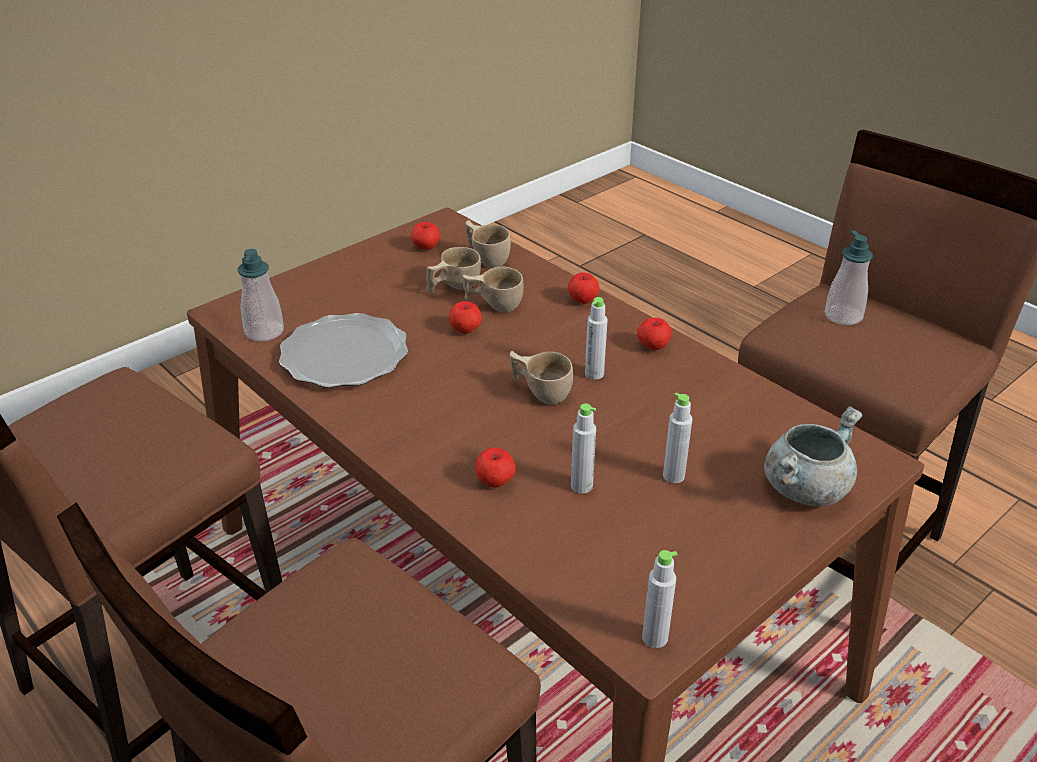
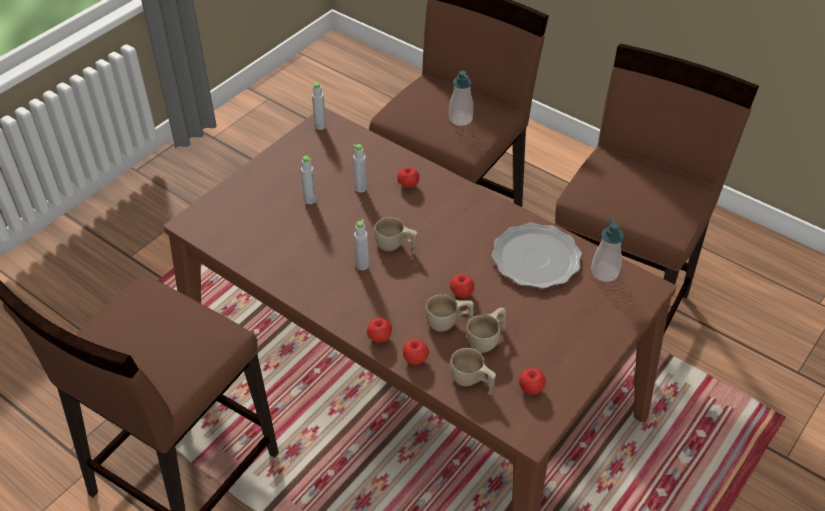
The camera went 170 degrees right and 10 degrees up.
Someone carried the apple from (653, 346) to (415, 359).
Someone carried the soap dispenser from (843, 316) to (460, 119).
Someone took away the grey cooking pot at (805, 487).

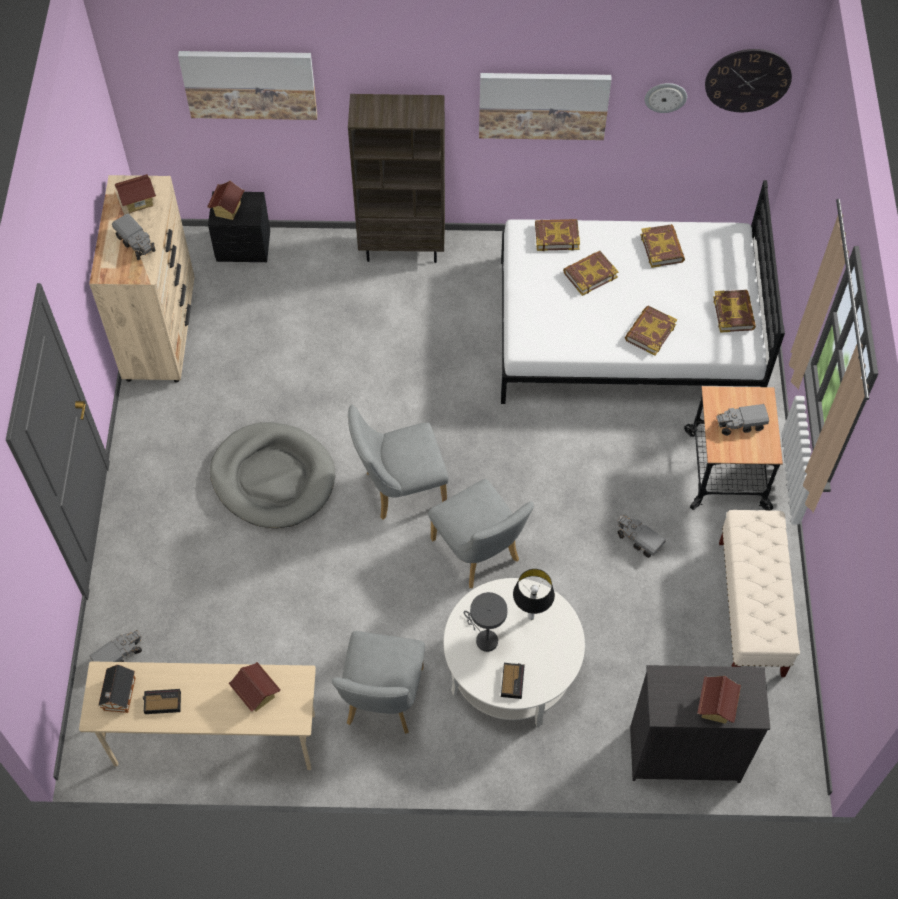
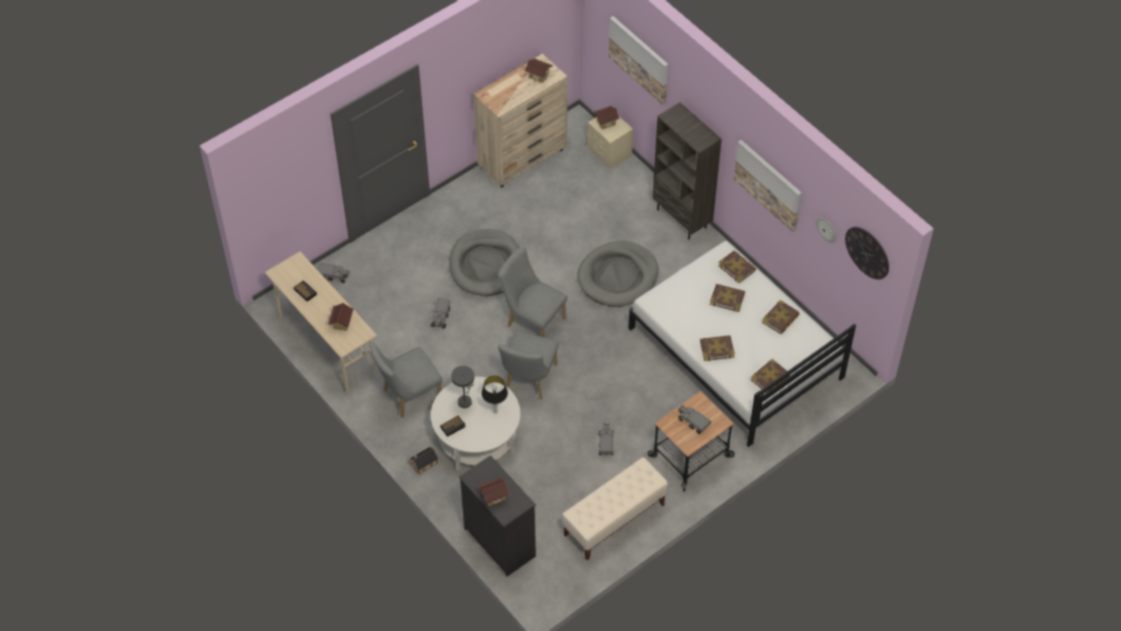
The camera went 50 degrees right and 5 degrees down.
Someone carried the toy house from (118, 696) to (423, 464).
Someone carried the toy truck from (136, 243) to (441, 318).
Someone put down the grey dog bed at (618, 276).
Someone repainted the black nightstand at (243, 246), which became the beige nightstand at (609, 152).

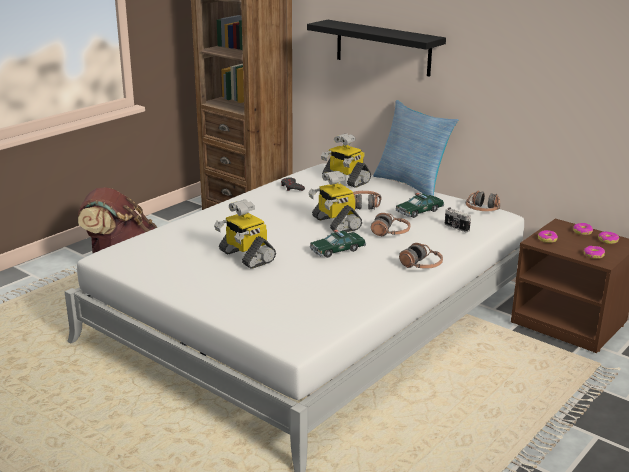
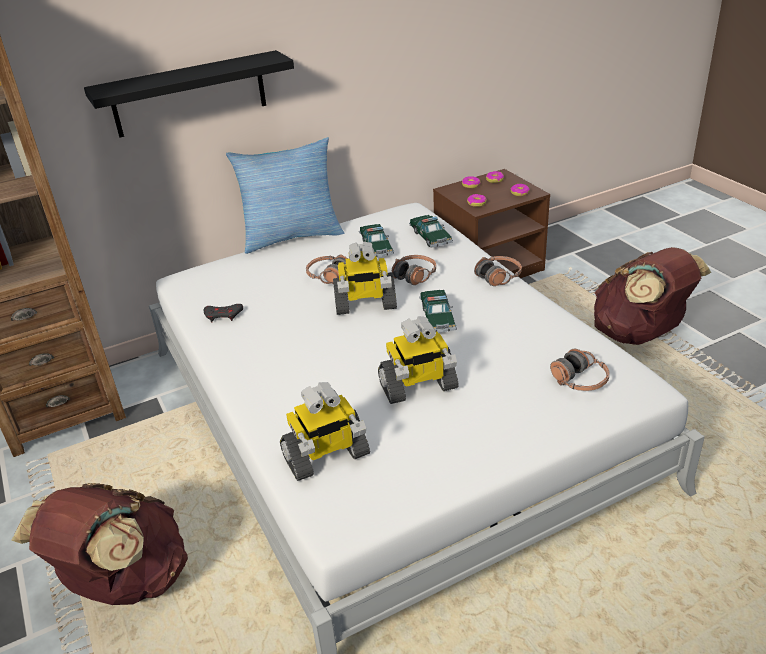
The camera went 65 degrees left and 10 degrees up.
Someone carried the toy robot from (345, 180) to (326, 456).
Someone swapped the photo camera at (456, 228) for the toy car at (430, 237).
Someone carried the headphones from (482, 210) to (579, 381).
Someone put down the brown backpack at (639, 335).

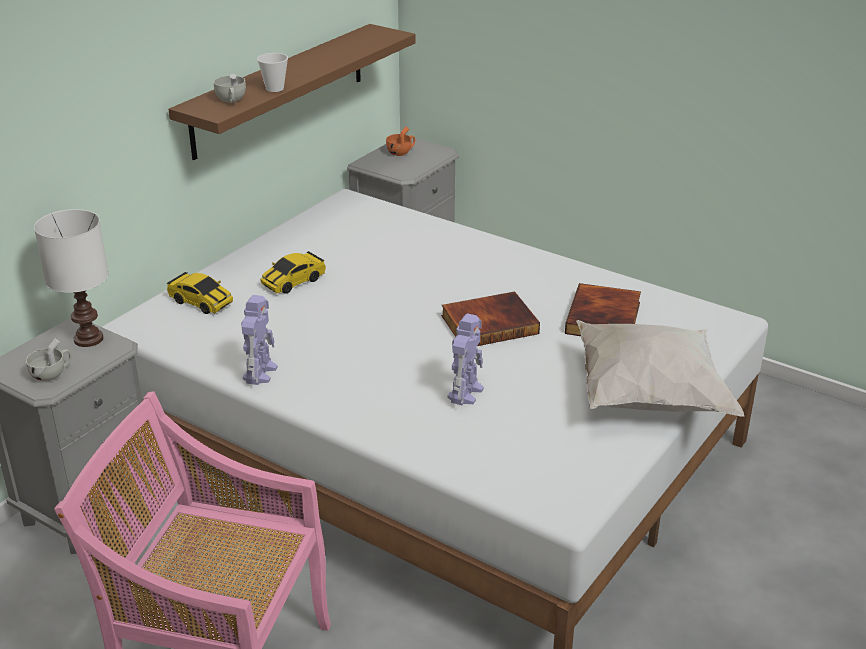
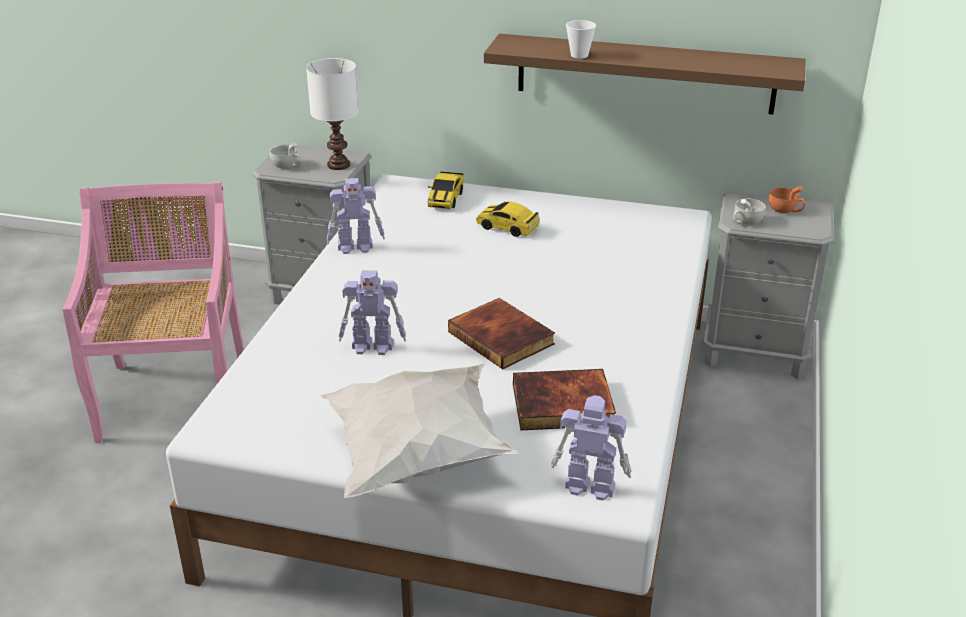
The camera went 70 degrees right and 0 degrees up.
Someone put down the toy robot at (588, 486).
Someone carried the white cup from (231, 100) to (745, 222).

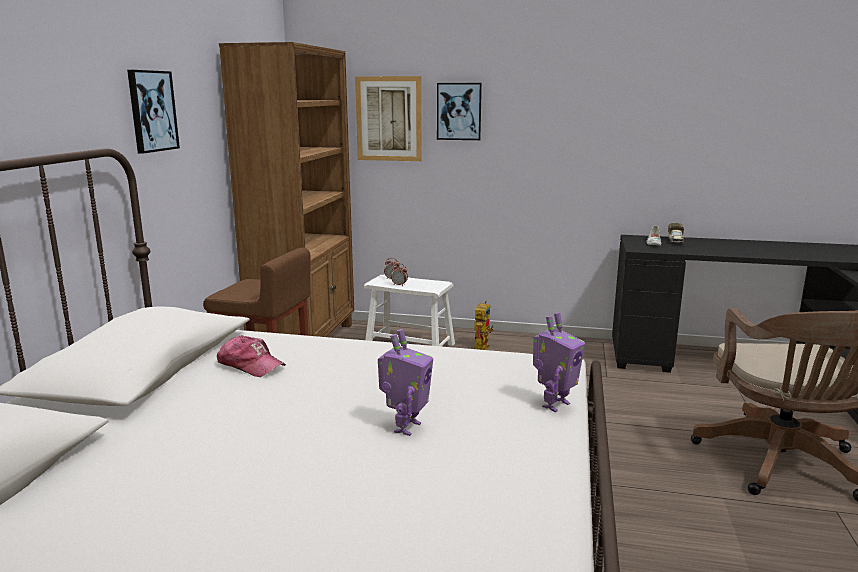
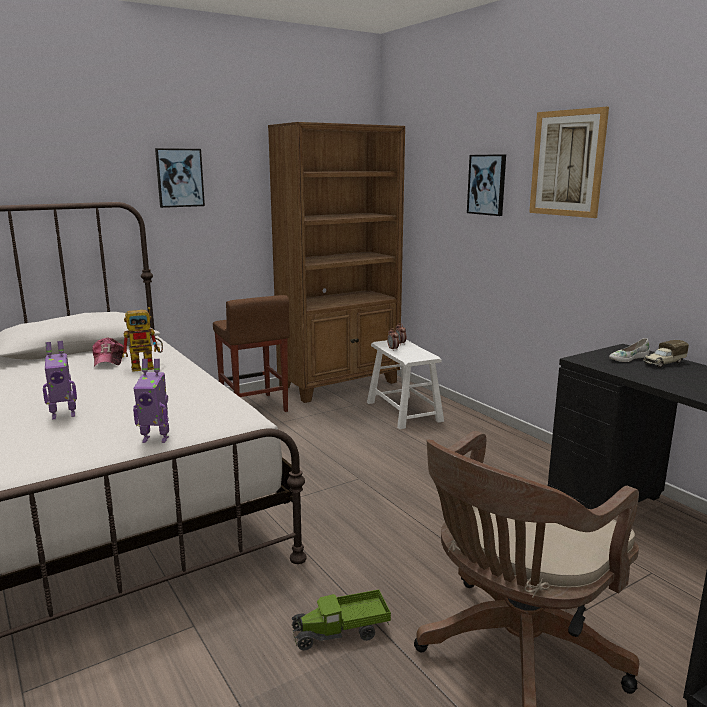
The camera went 45 degrees right and 0 degrees up.
Someone carried the toy robot from (481, 345) to (148, 367).
Someone put down the toy truck at (341, 632).
Someone carried the picture from (389, 119) to (567, 163).

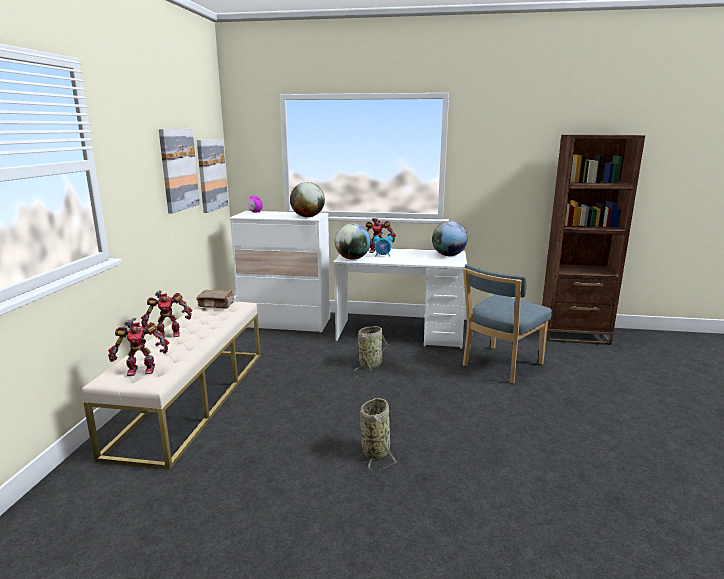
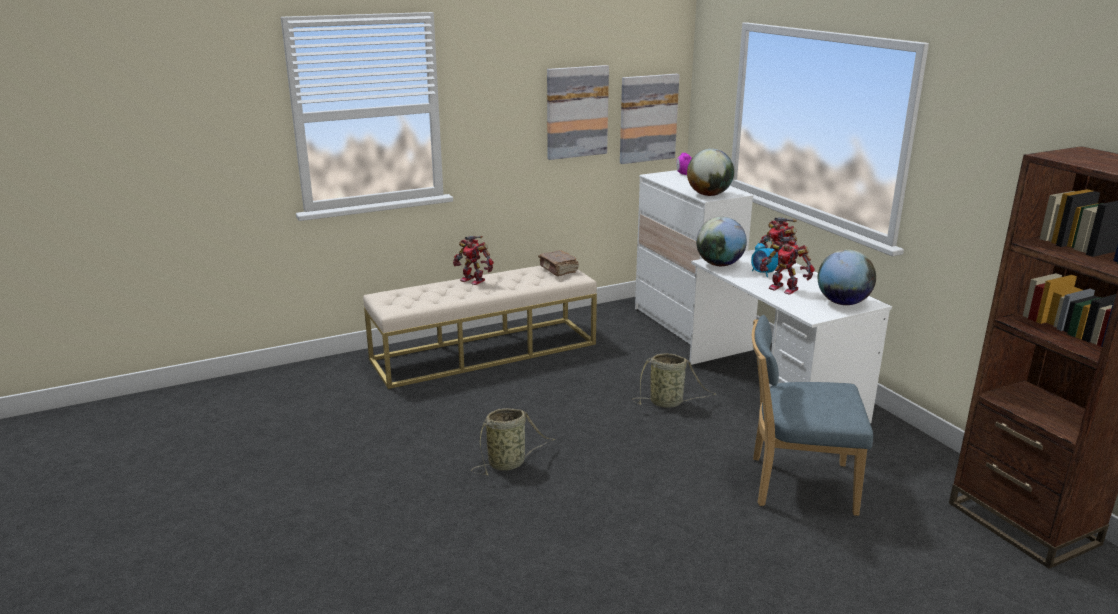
The camera went 55 degrees right and 5 degrees up.
Someone carried the toy robot from (141, 369) to (784, 288).

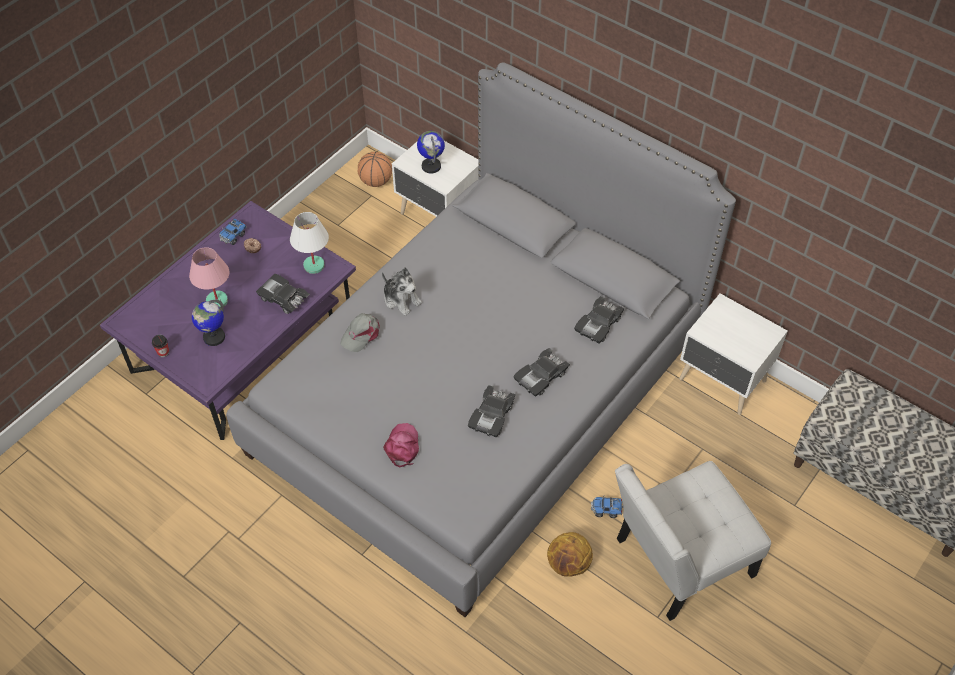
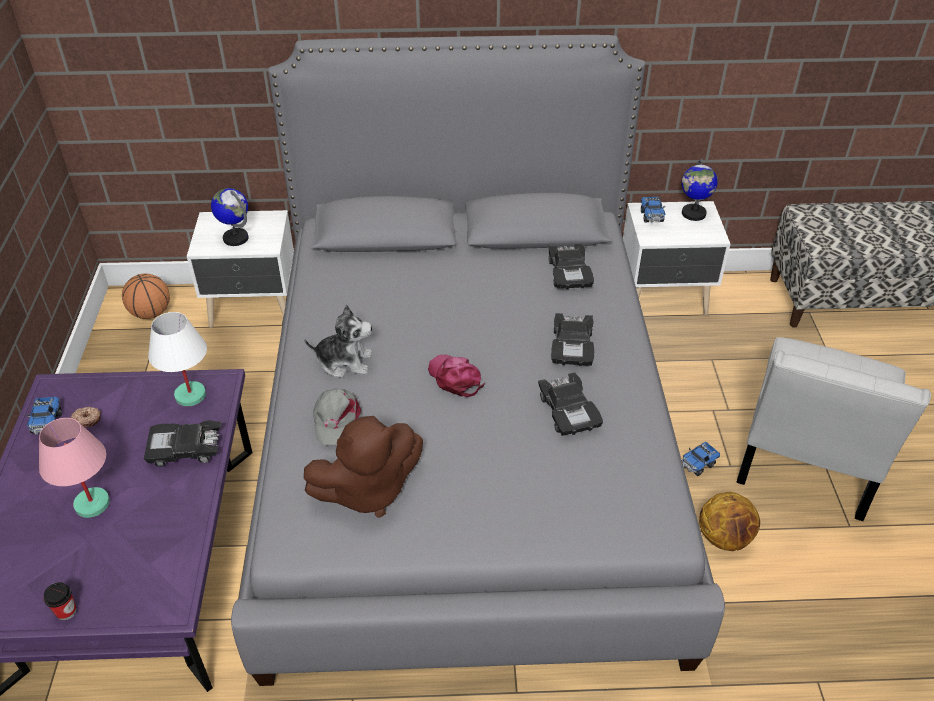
The camera went 40 degrees left and 10 degrees down.
Someone put down the brown plush toy at (367, 490).
Someone carried the pink cap from (402, 446) to (455, 378).
Someone put down the toy truck at (651, 216).
Someone carried the globe from (213, 337) to (693, 214).

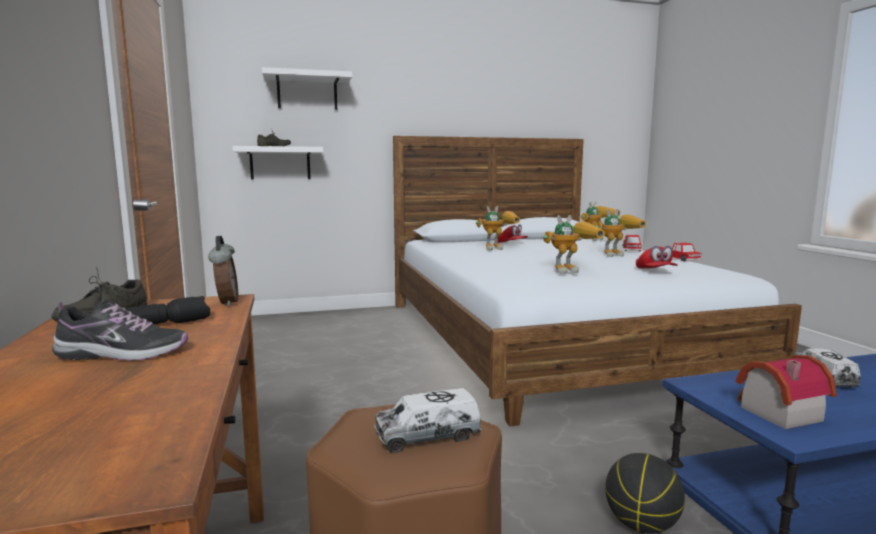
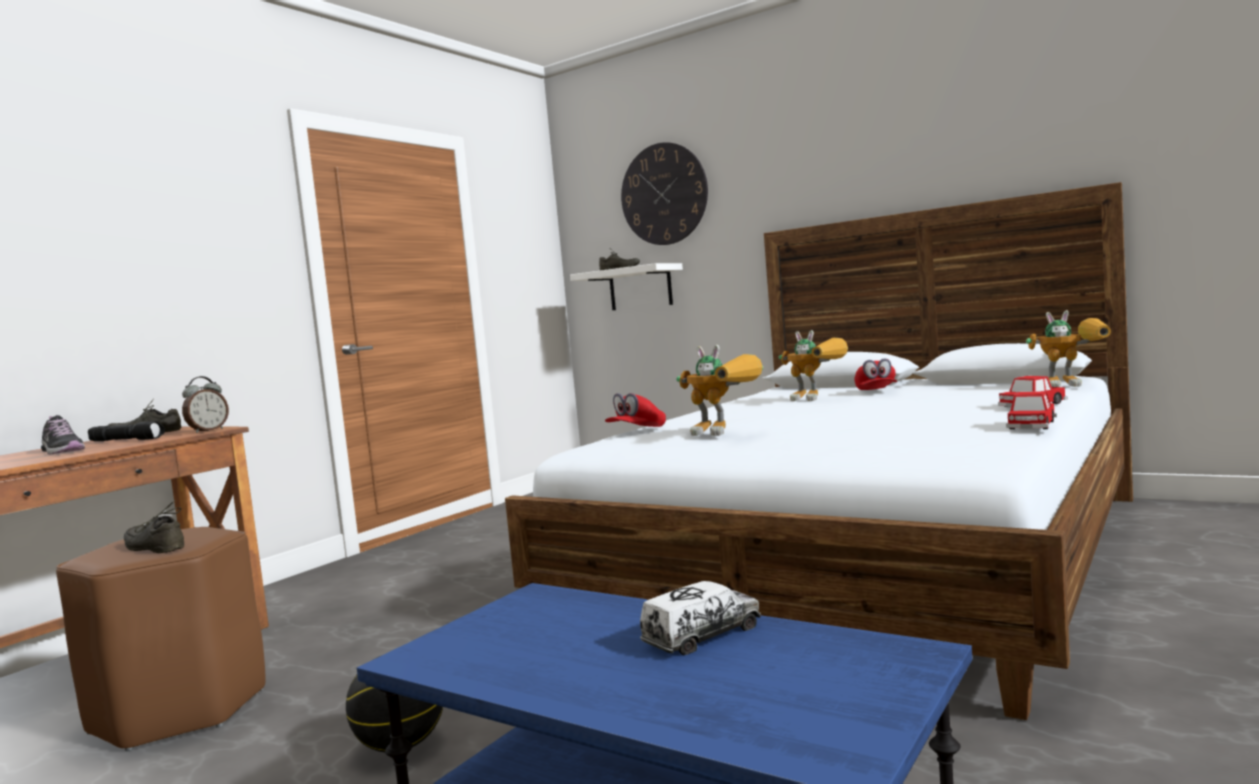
The camera went 50 degrees right and 5 degrees down.
Someone swapped the toy truck at (427, 436) for the grey shoe at (157, 546).
Someone carried the red cap from (655, 271) to (636, 431).
Someone swapped the white shelf at (307, 92) for the wall clock at (664, 194).
Someone took away the toy robot at (617, 254).
Someone took away the toy house at (775, 412).

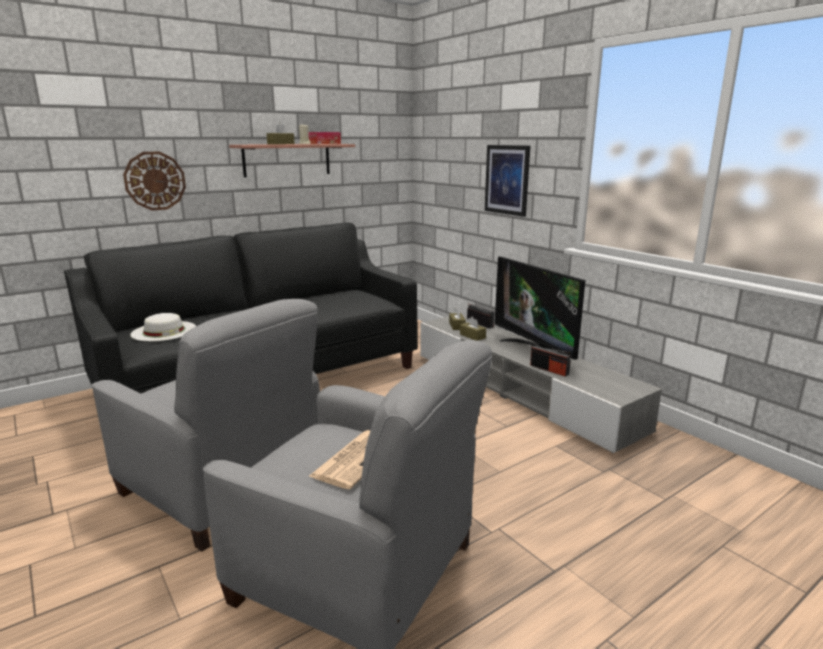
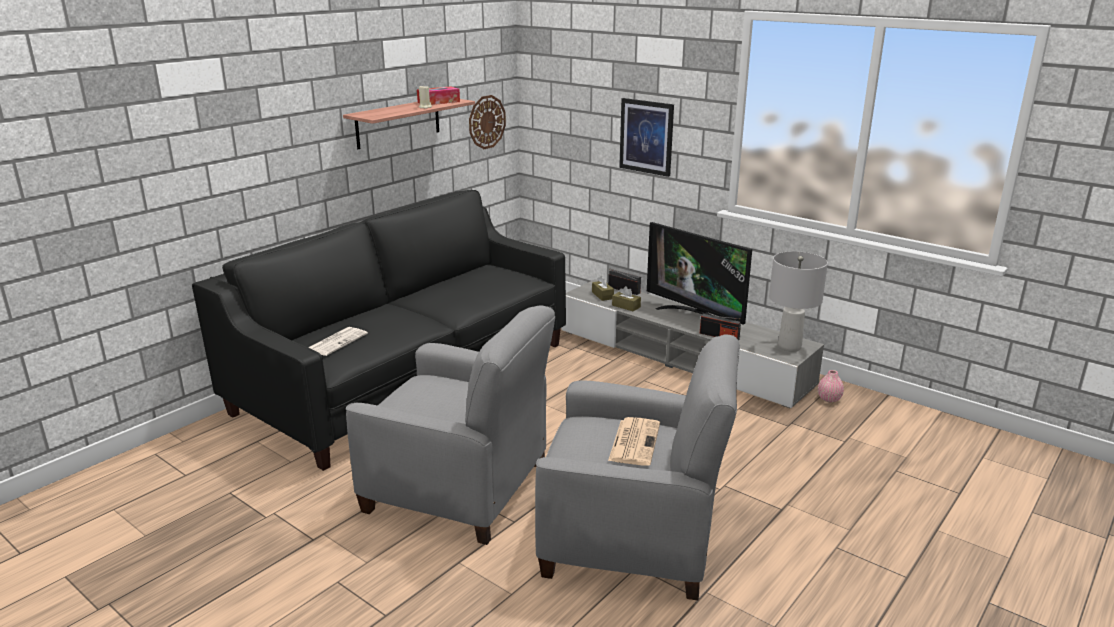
The camera went 15 degrees left and 5 degrees up.
Someone swapped the white hat at (164, 331) for the newspaper at (337, 341).
Someone carried the wall clock from (155, 181) to (486, 122).
Someone put down the grey table lamp at (789, 347).
Someone put down the pink vase at (829, 399).
Someone took away the brown tissue box at (281, 144).

